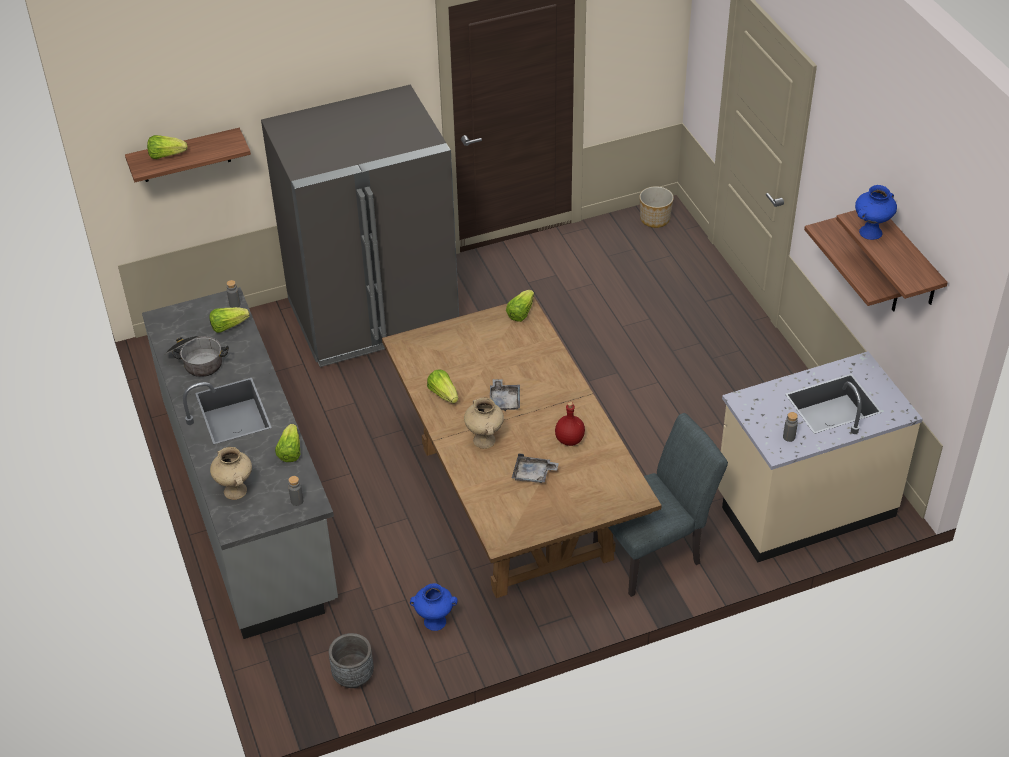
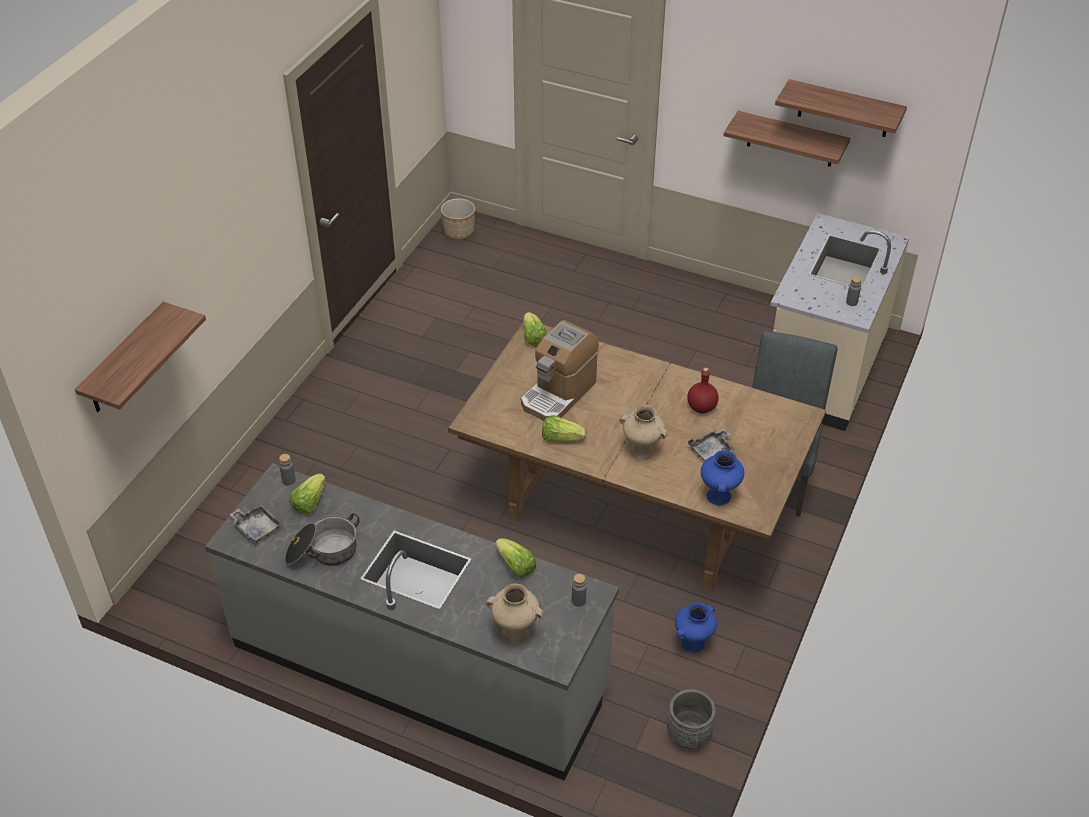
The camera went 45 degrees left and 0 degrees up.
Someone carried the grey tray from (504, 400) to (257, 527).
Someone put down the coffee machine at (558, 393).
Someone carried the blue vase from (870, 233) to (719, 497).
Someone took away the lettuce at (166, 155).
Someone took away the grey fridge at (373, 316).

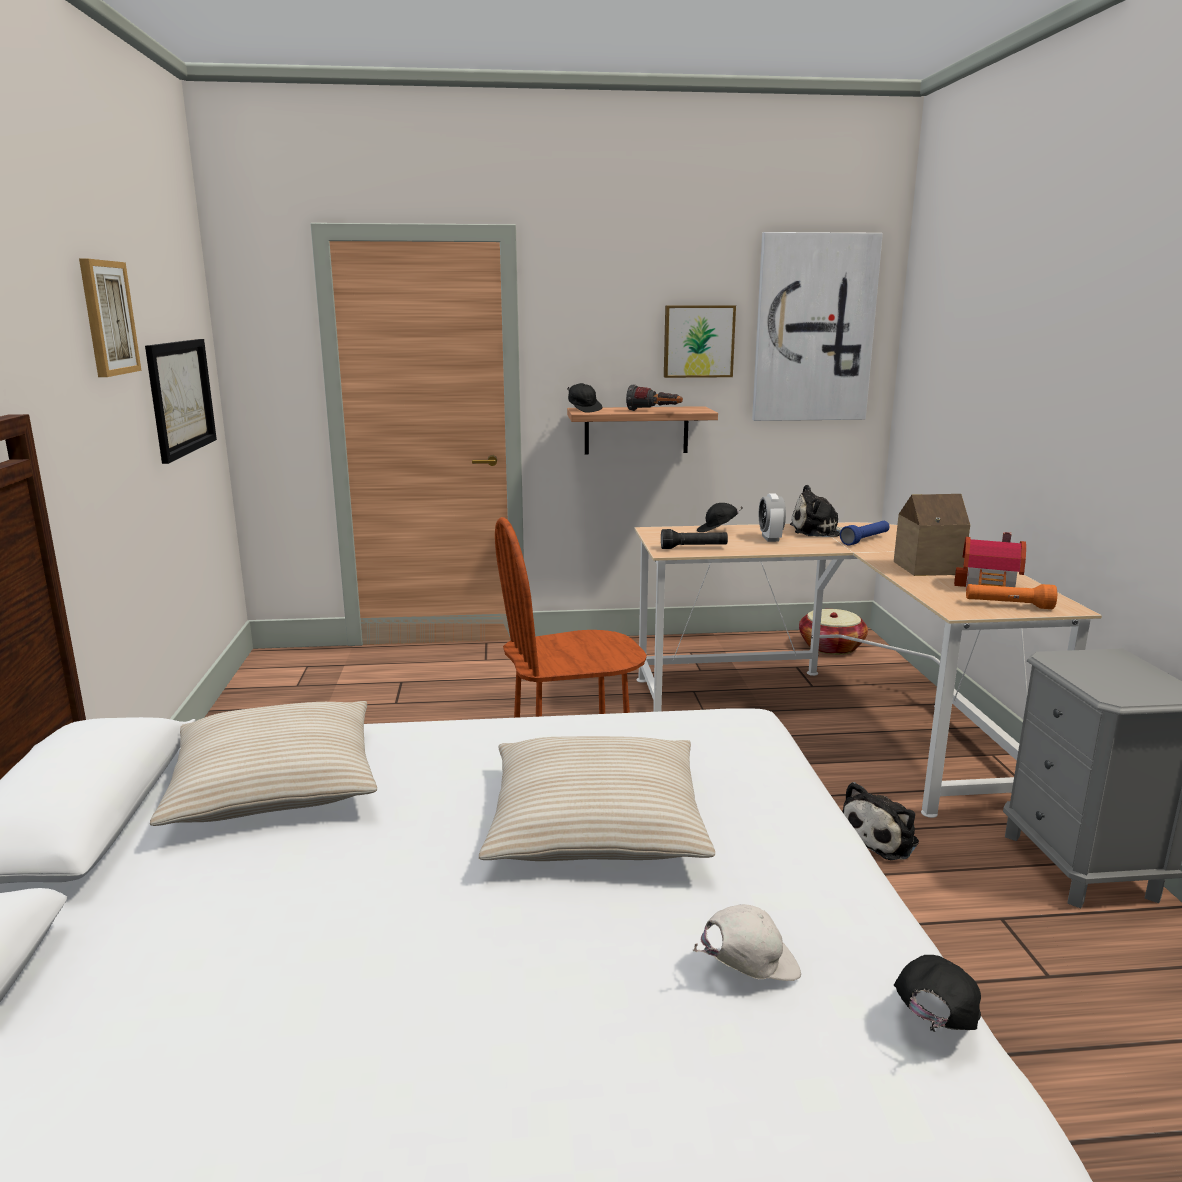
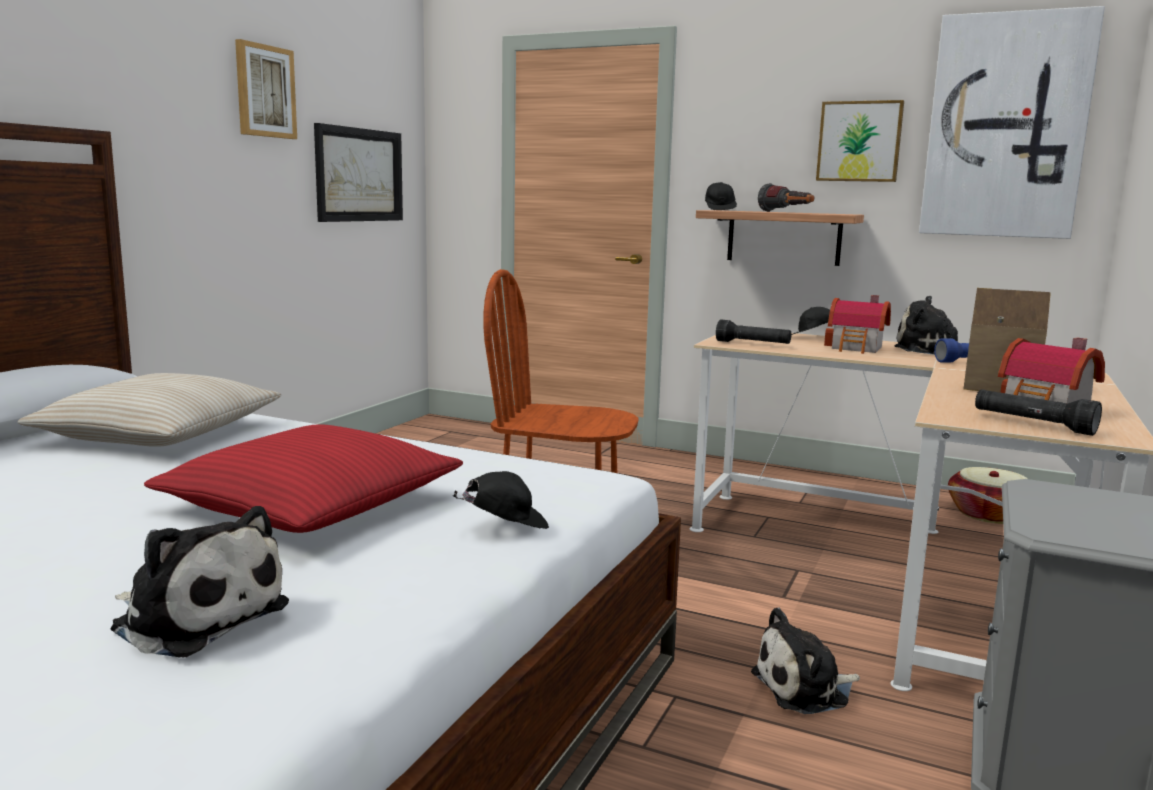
The camera went 30 degrees right and 5 degrees down.
Someone swapped the white cap at (747, 969) for the plush toy at (196, 616).
Someone repainted the beige pillow at (596, 824), which became the red pillow at (311, 506).
Someone carried the black cap from (933, 1023) to (504, 526).
Someone swapped the alarm clock at (770, 538) for the toy house at (857, 348).
Someone repainted the orange flashlight at (1008, 605), which became the black flashlight at (1032, 424).

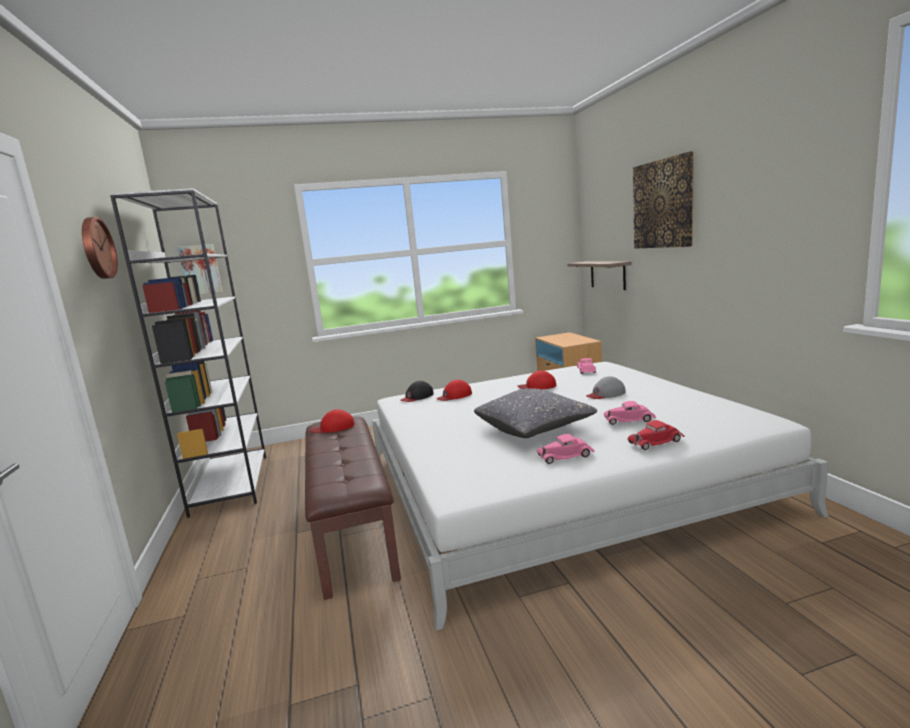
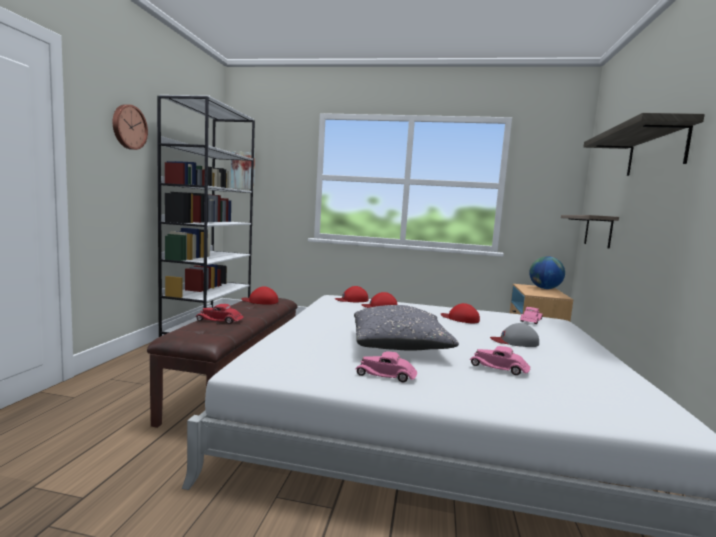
The camera went 25 degrees right and 5 degrees down.
Someone carried the red toy car from (656, 441) to (220, 320).
Someone repainted the black cap at (417, 397), which became the red cap at (352, 300).
Someone put down the globe at (544, 288).
Someone swapped the picture at (663, 204) for the shelf at (656, 150).

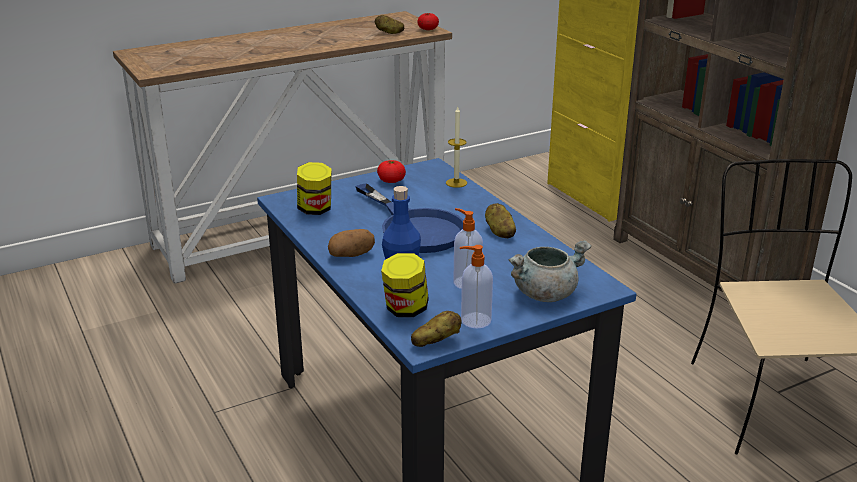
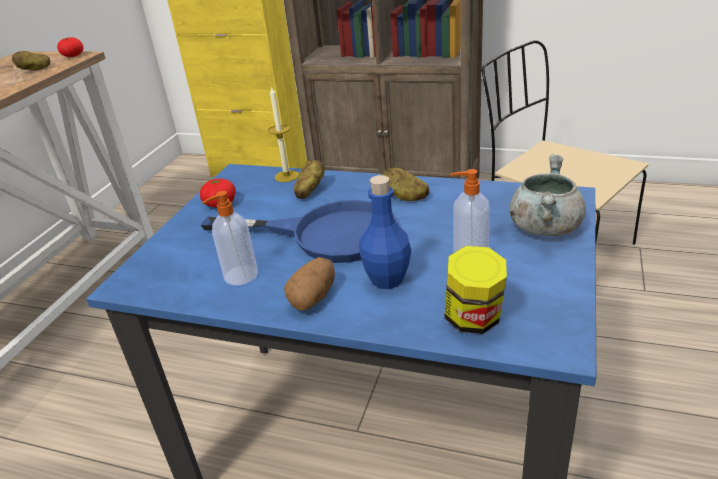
The camera went 40 degrees left and 5 degrees up.
Someone carried the soap dispenser from (474, 320) to (240, 276).
Someone carried the potato from (436, 341) to (309, 191).
Someone took away the jar at (315, 209).

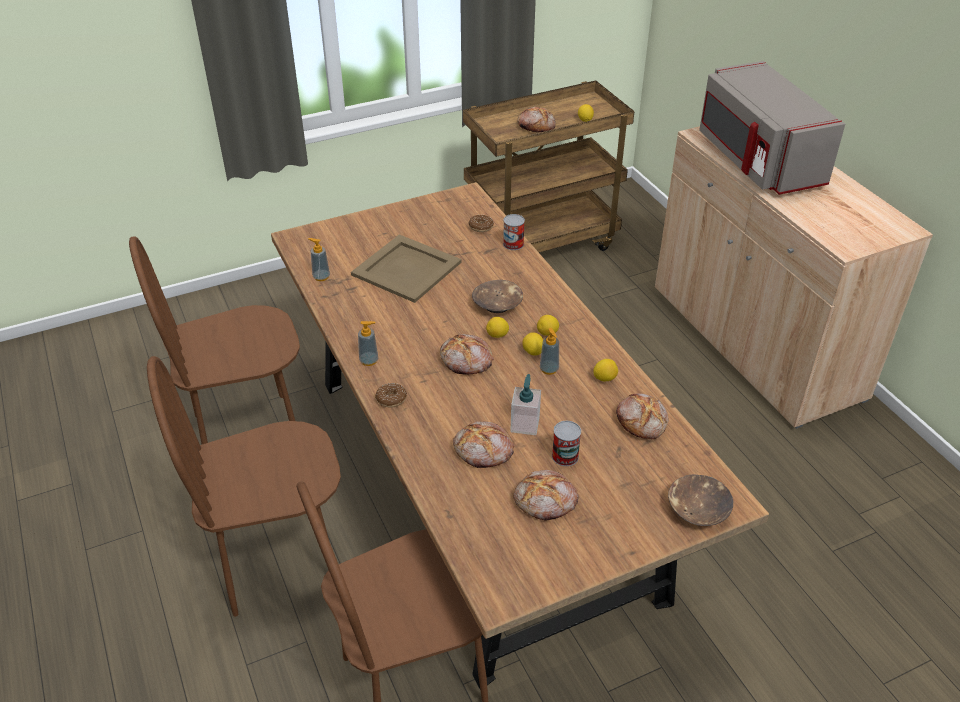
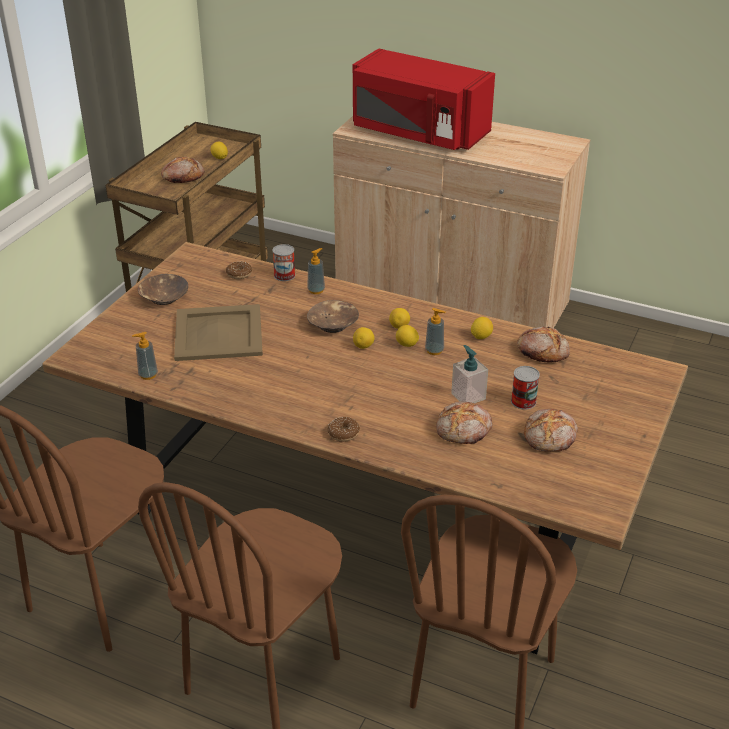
The camera went 40 degrees left and 5 degrees down.
Someone carried the brown bowl from (697, 508) to (163, 297).
Someone carried the soap dispenser from (369, 360) to (316, 290).
Someone repainted the grey microwave at (757, 160), which became the red microwave at (418, 133).
Someone took away the bread at (466, 361).

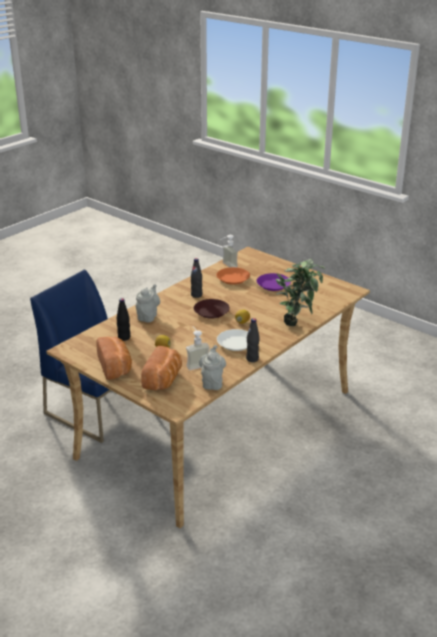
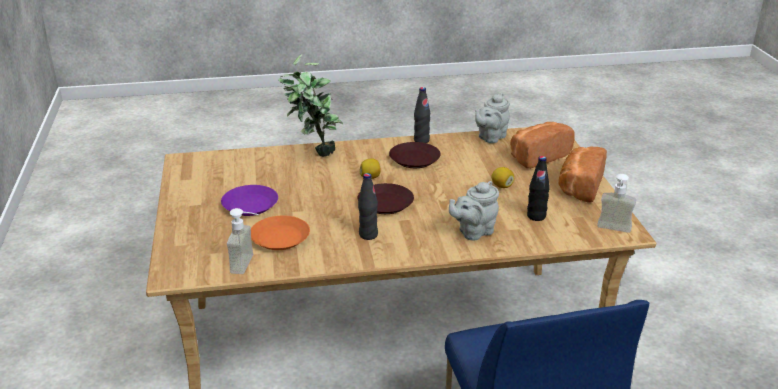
The camera went 140 degrees left and 0 degrees up.
Someone repainted the white plate at (236, 343), which became the brown plate at (414, 159).
Someone carried the soap dispenser from (196, 363) to (613, 230).

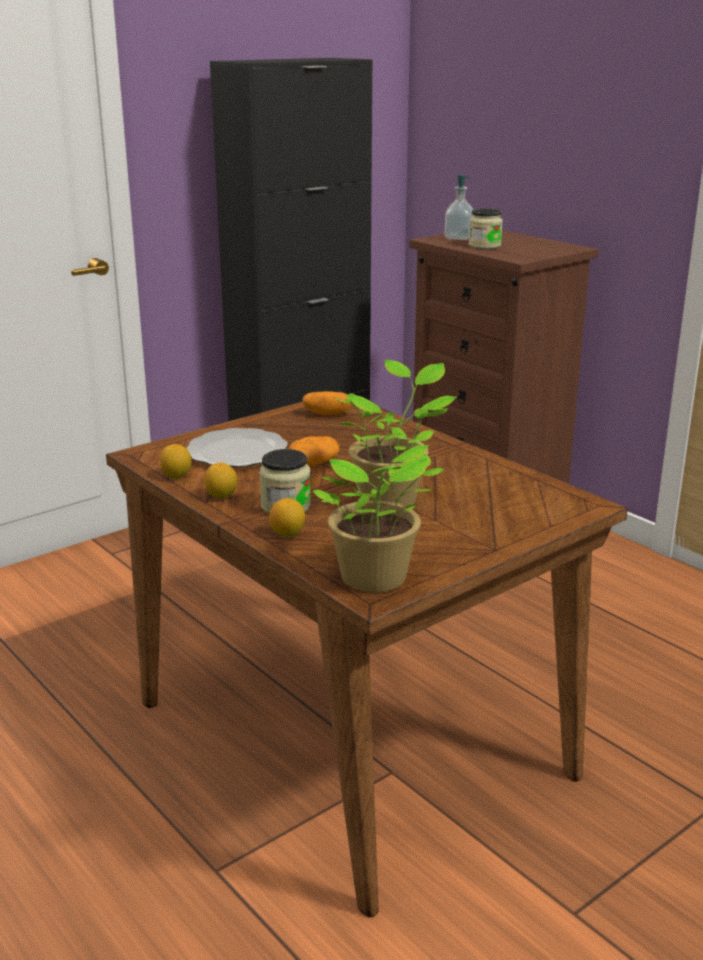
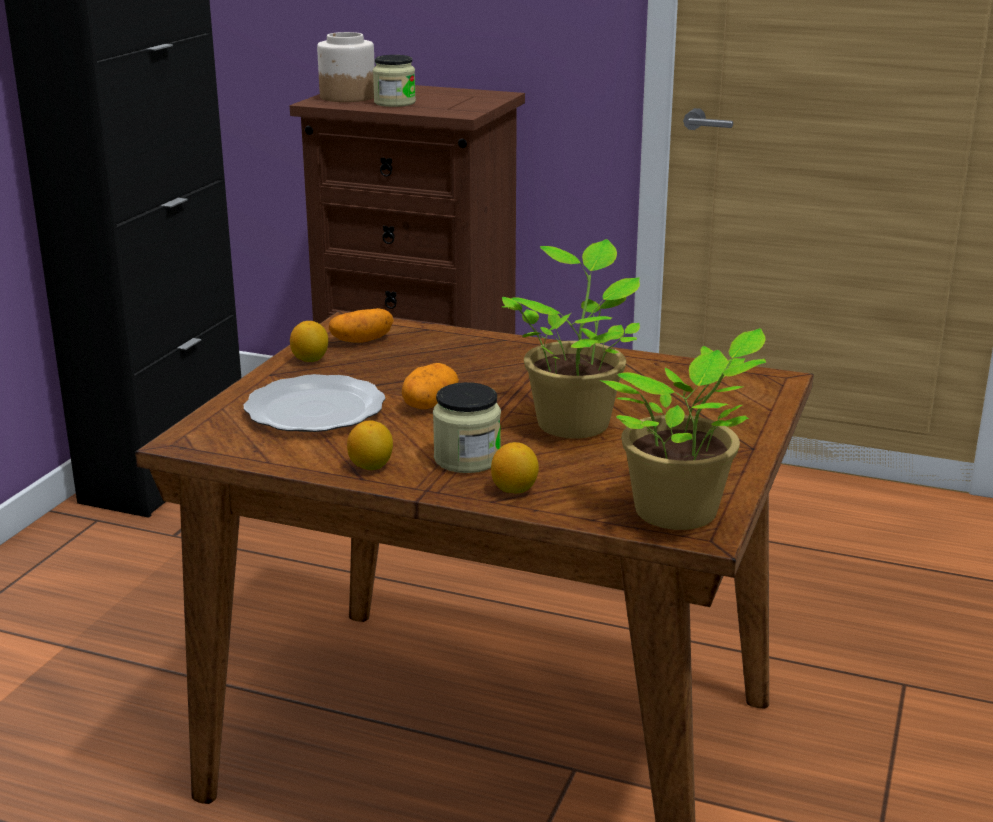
The camera went 30 degrees left and 0 degrees up.
Someone carried the lemon from (176, 476) to (310, 360).
Someone swapped the soap dispenser at (458, 238) for the jar at (347, 97).

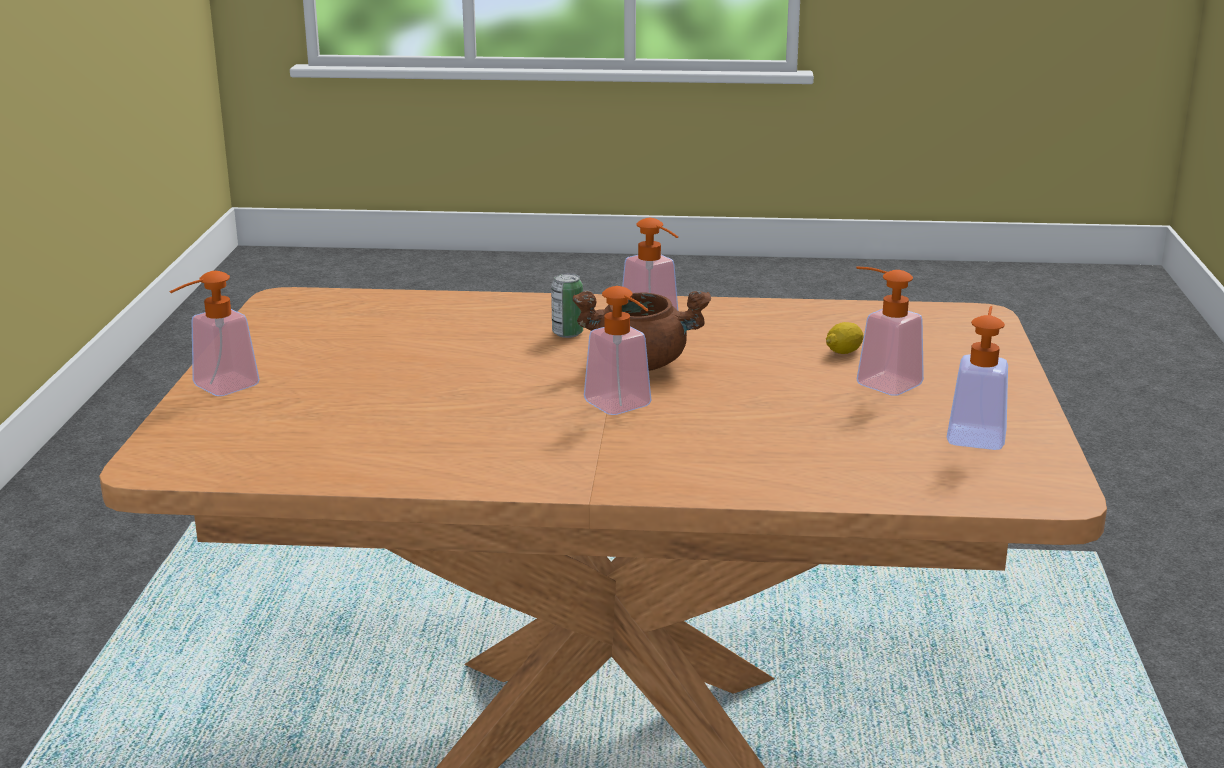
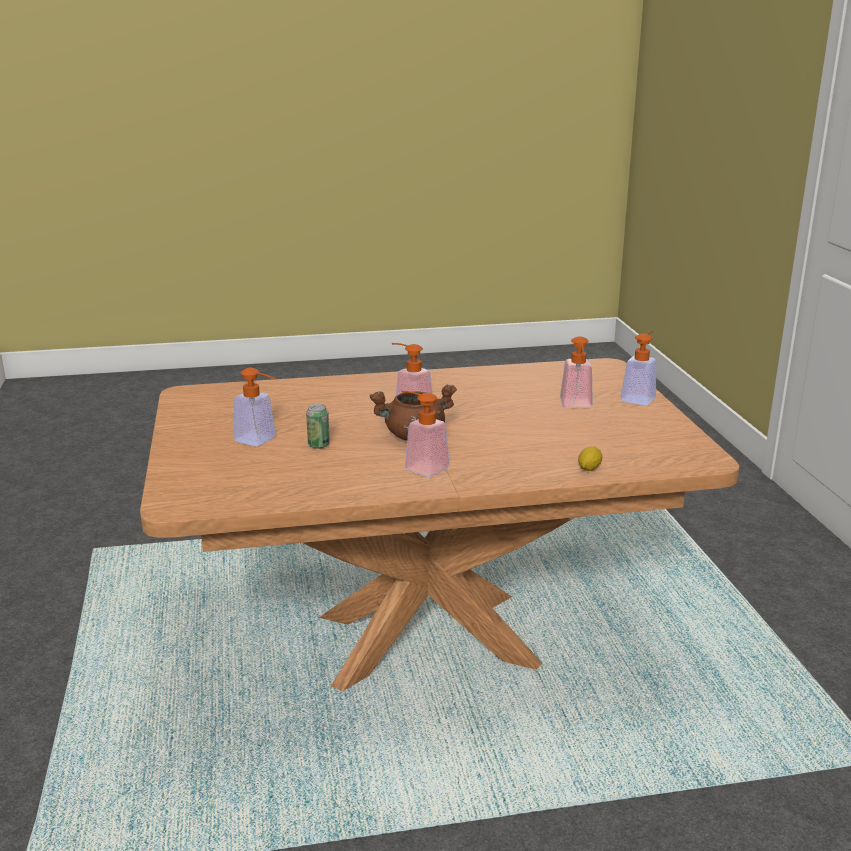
The camera went 165 degrees right and 0 degrees up.
Someone carried the can from (567, 333) to (318, 445).
Someone carried the soap dispenser from (976, 433) to (576, 406).
Someone carried the lemon from (844, 352) to (589, 468).

